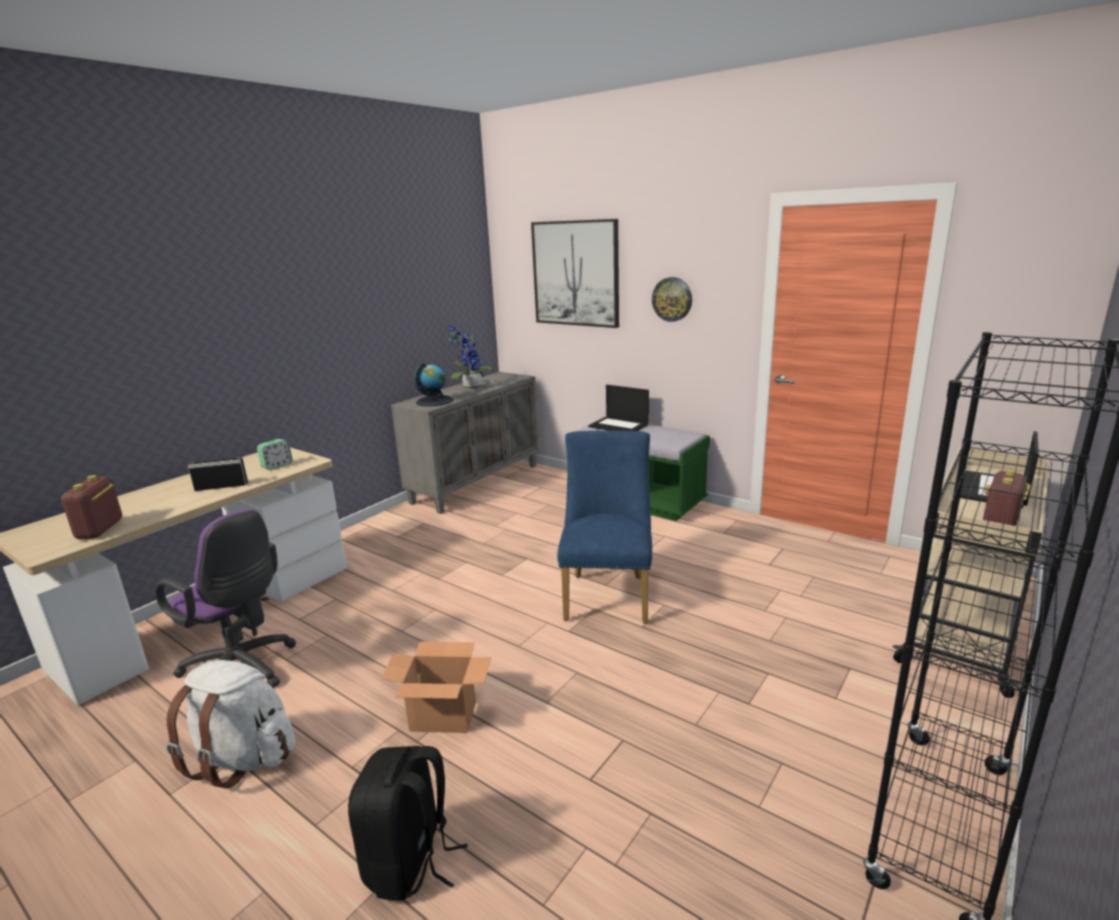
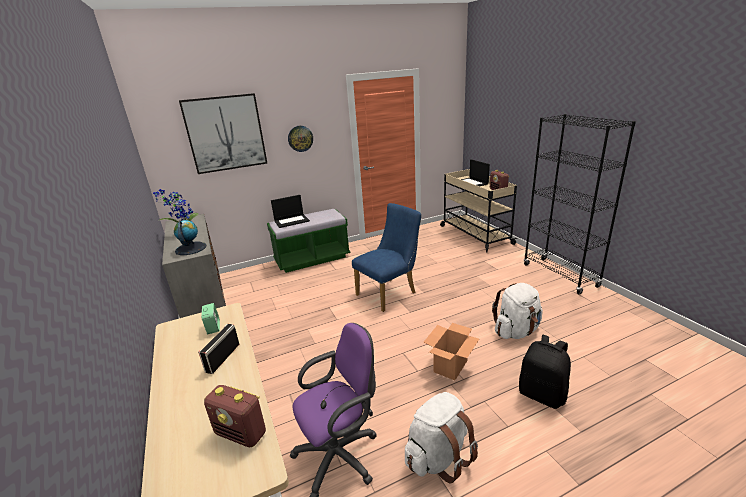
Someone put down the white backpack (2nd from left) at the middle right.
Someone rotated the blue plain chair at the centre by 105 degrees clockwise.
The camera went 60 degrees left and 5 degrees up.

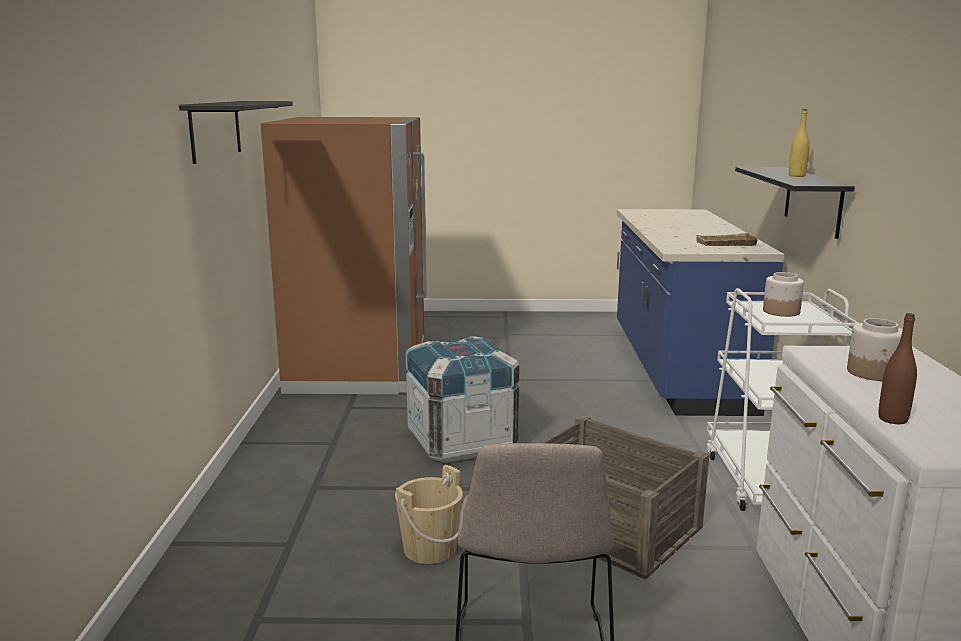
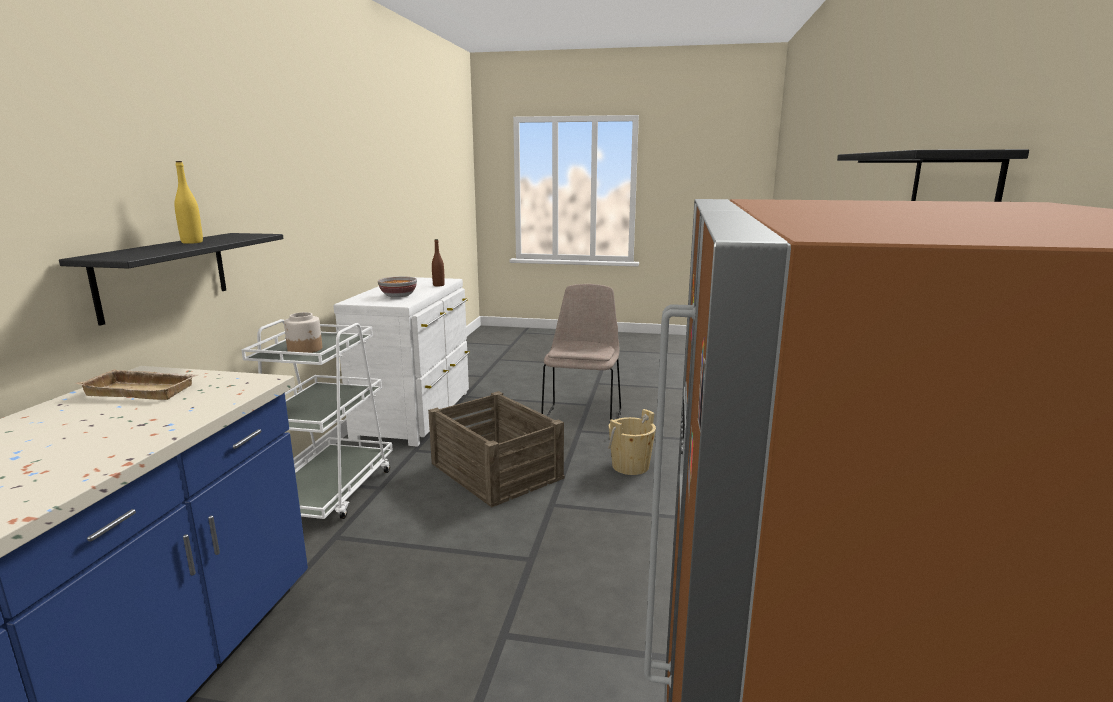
Someone took away the shipping crate (1st from left) at the centre.
Someone swapped the preserve jar (2nd from left) at the middle right for the deep dish at the centre.
The camera went 170 degrees left and 0 degrees up.

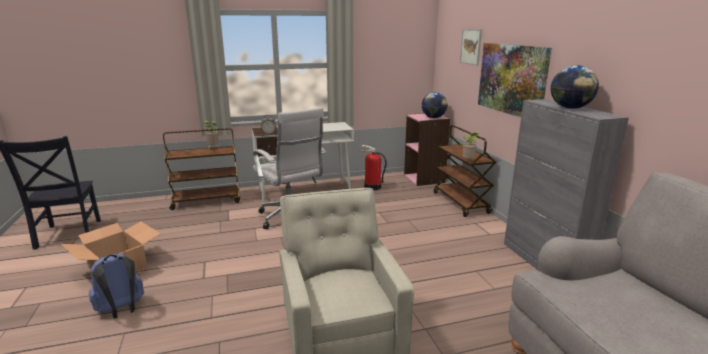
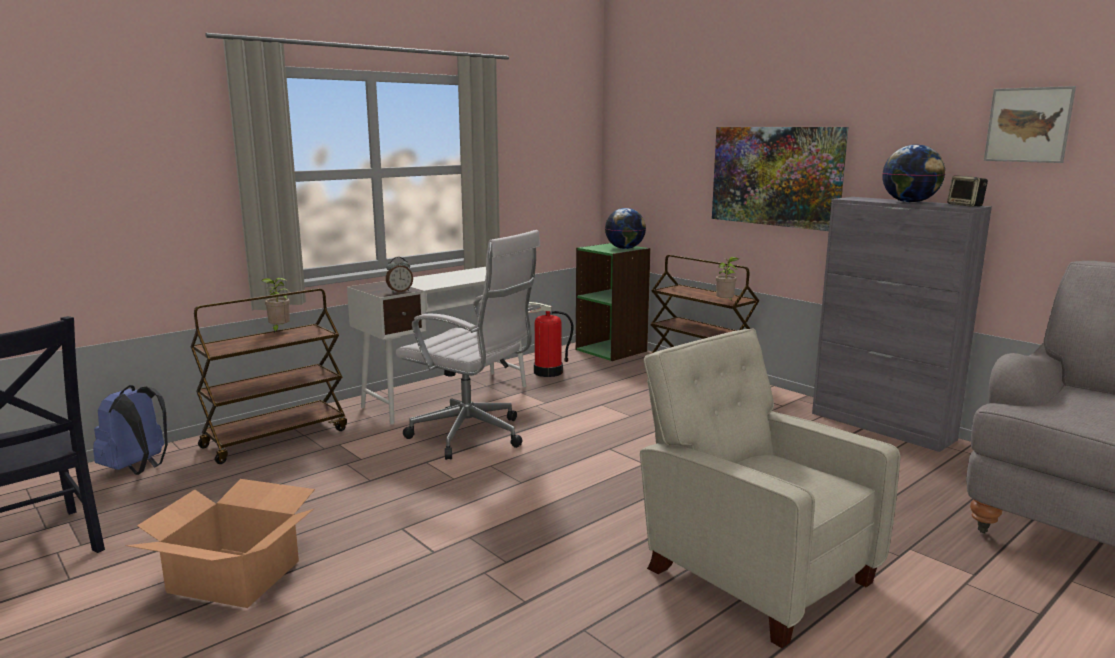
Someone put down the loudspeaker at the top right.
Someone carried the blue backpack from the bottom left to the middle left.
Someone carried the picture (1st from left in the first image) from the top centre to the top right.
Someone repainted the pink bookshelf at the centre, which became the green bookshelf at the centre.
The camera went 25 degrees left and 5 degrees down.

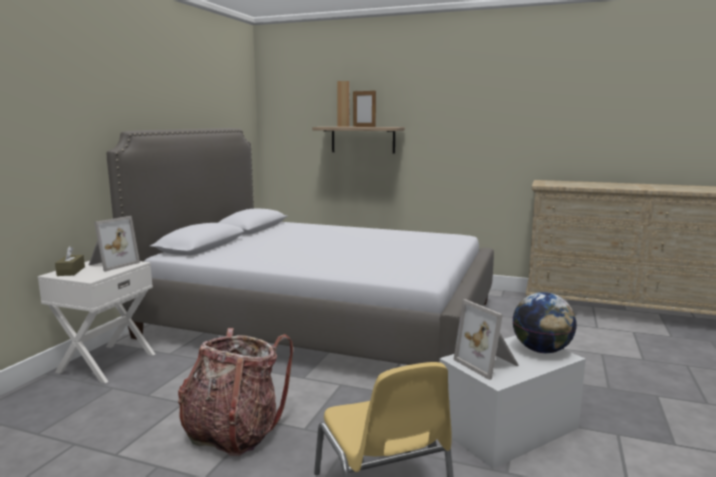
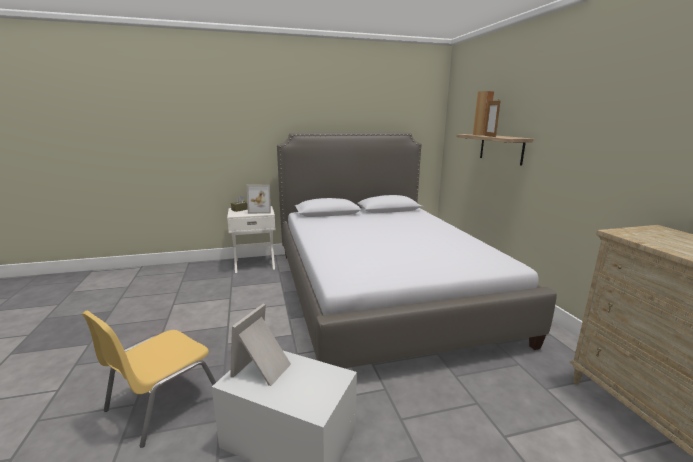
Someone took away the backpack at the bottom left.
Someone took away the globe at the bottom right.
The camera went 55 degrees right and 5 degrees up.

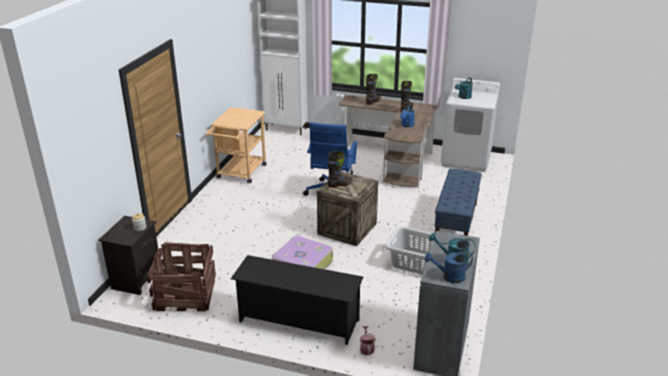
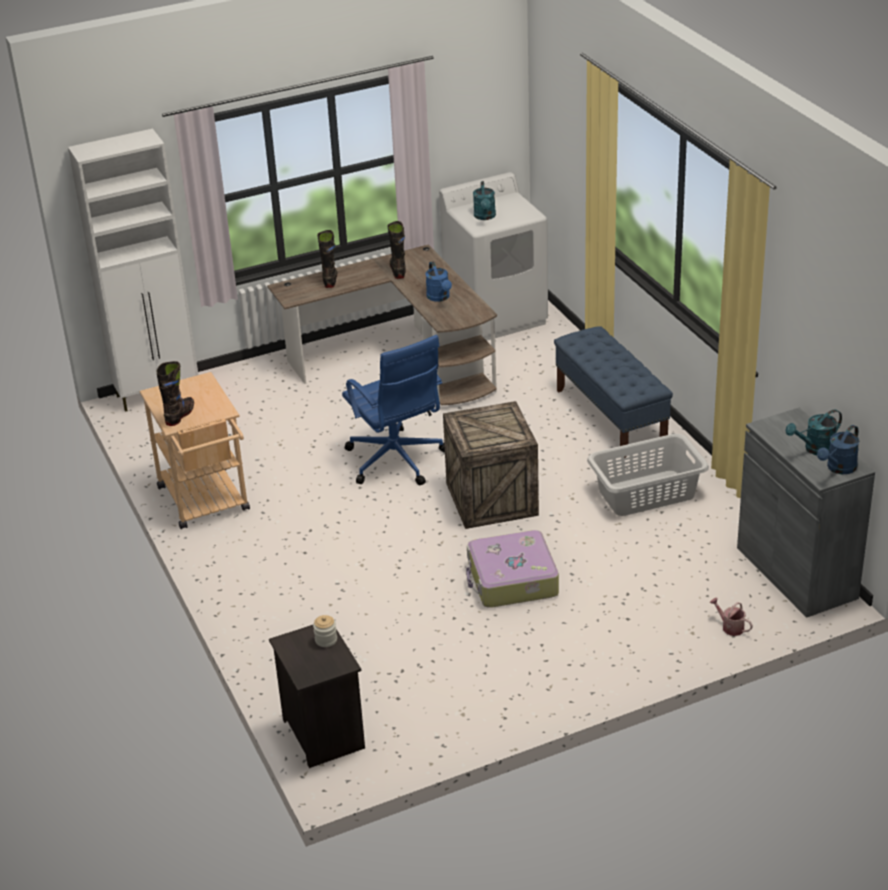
Someone took away the shipping crate (1st from left) at the bottom left.
Someone took away the blackish shoe stand at the bottom centre.
Someone carried the blackish tall boot (1st from left) from the centre to the middle left.
The camera went 40 degrees left and 5 degrees up.

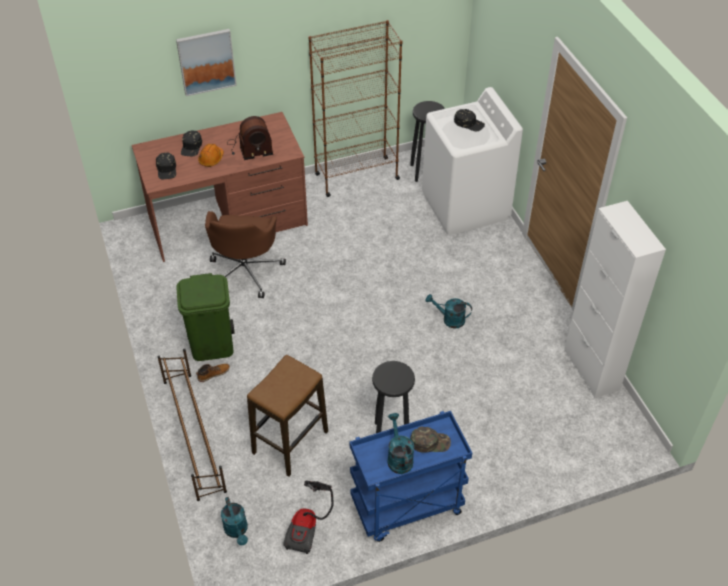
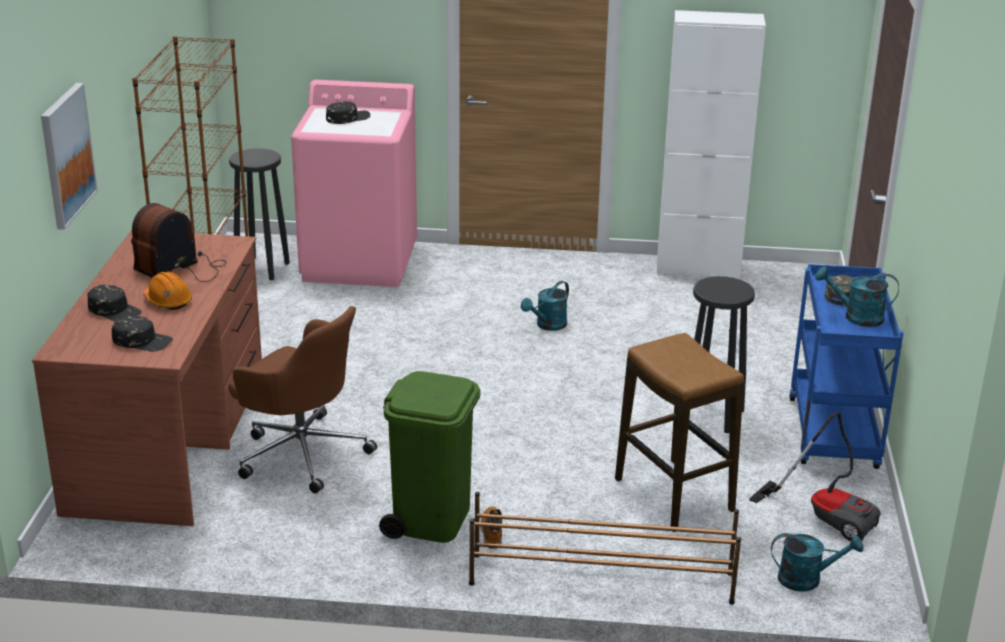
Someone repainted the white washing machine at the top centre, which became the pink washing machine at the top centre.
Someone rotated the radio set at the top centre by 150 degrees counterclockwise.
The camera went 65 degrees left and 20 degrees down.

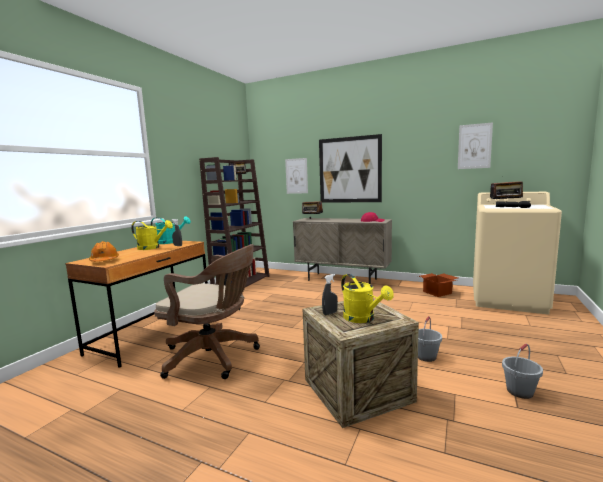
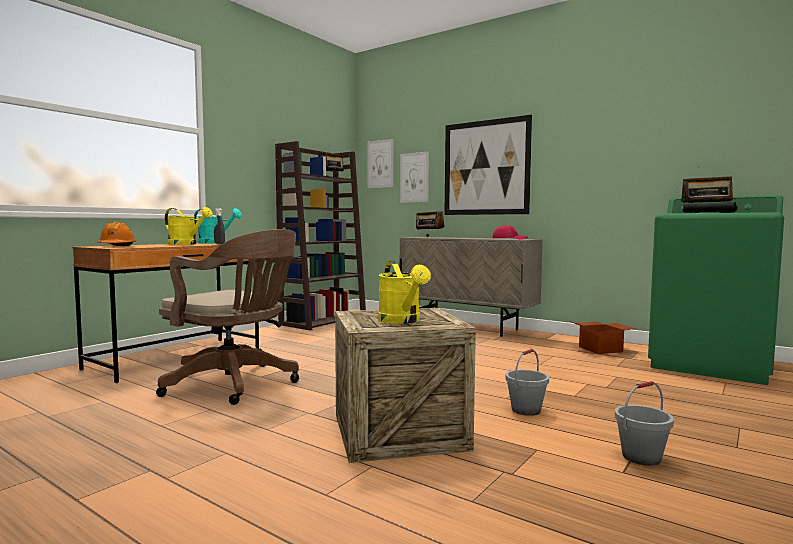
Someone took away the gray spray bottle (2nd from left) at the centre.
Someone carried the picture (3rd from left in the first image) from the top right to the top centre.
Someone repainted the sand-coloured washing machine at the middle right, which became the green washing machine at the middle right.
The camera went 10 degrees right and 5 degrees down.

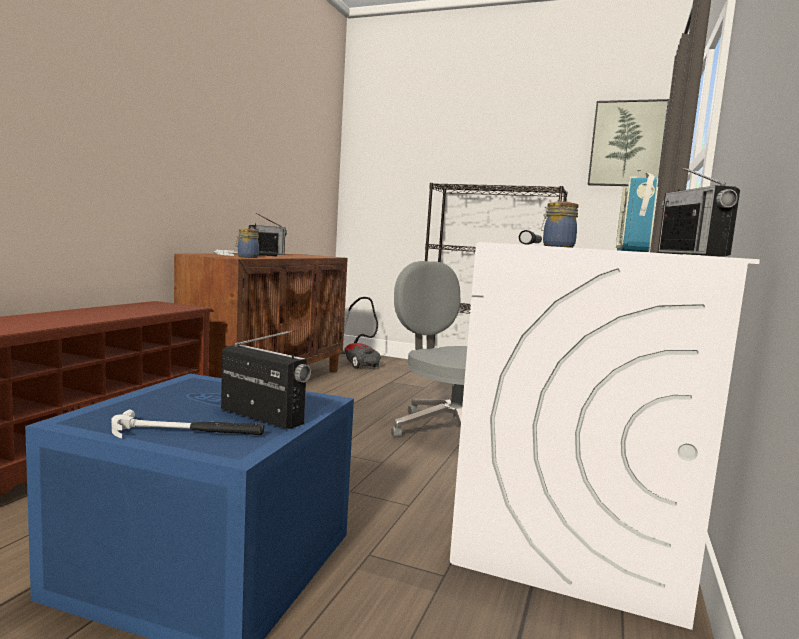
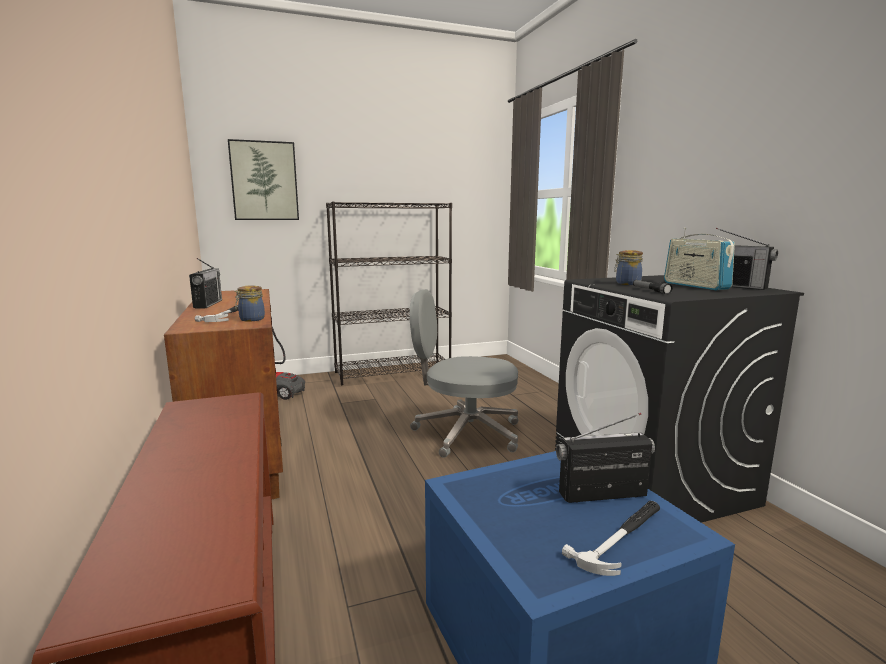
Someone carried the picture from the top right to the top left.
Someone repainted the white washing machine at the bottom right, which became the blackish washing machine at the middle right.
The camera went 40 degrees left and 5 degrees up.

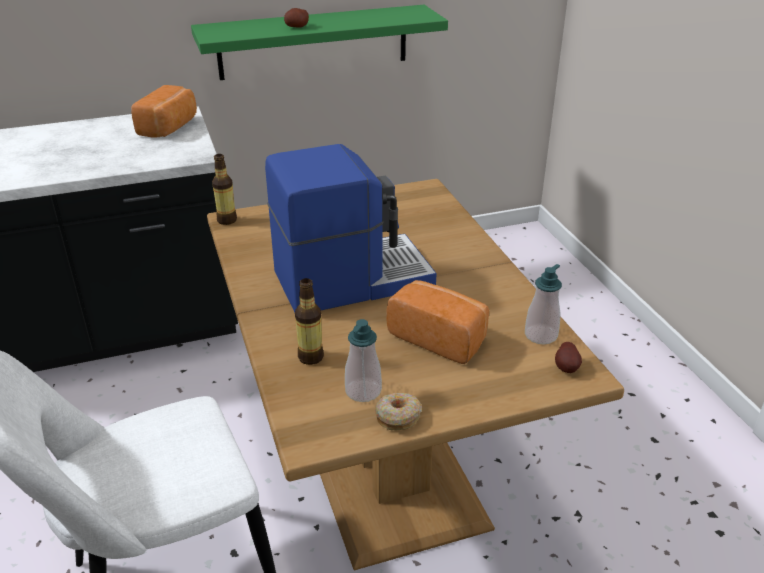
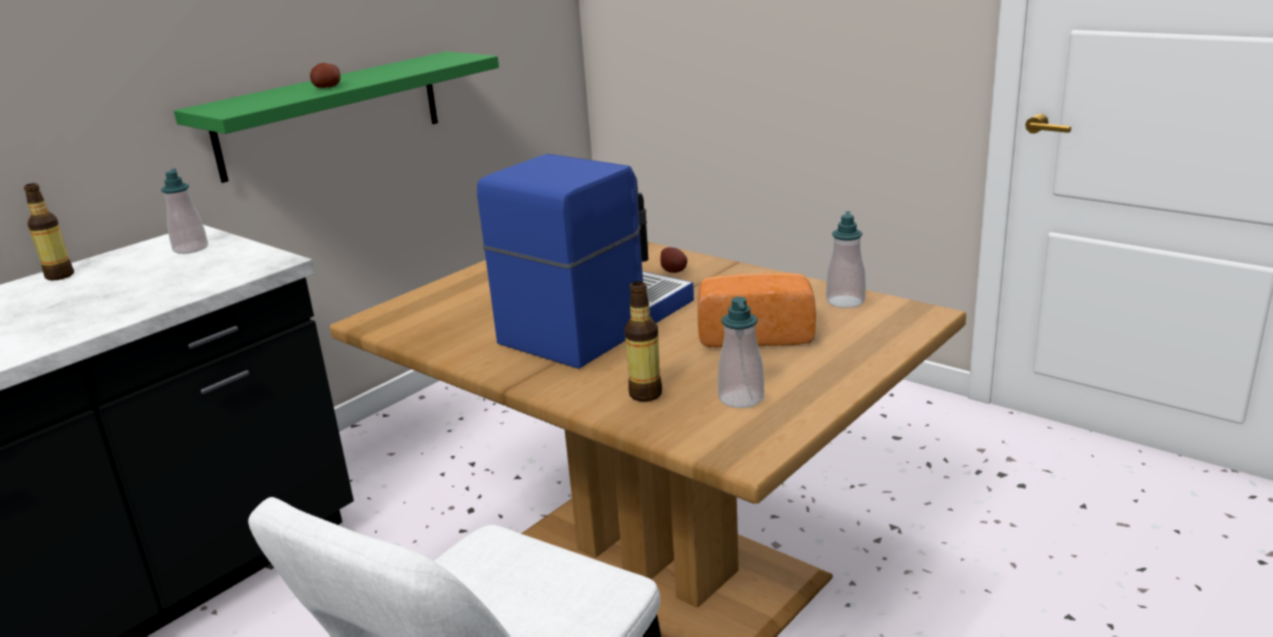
Someone took away the donut at the bottom centre.
Someone carried the bottle (1st from left) from the top left to the middle left.
Someone carried the potato (2nd from left) from the middle right to the centre.
Someone swapped the bread (1st from left) at the top left for the liquid soap bottle (1st from left) at the top left.
The camera went 30 degrees left and 10 degrees down.

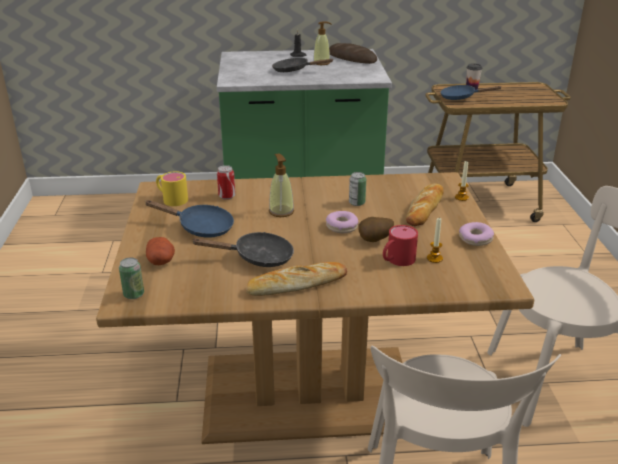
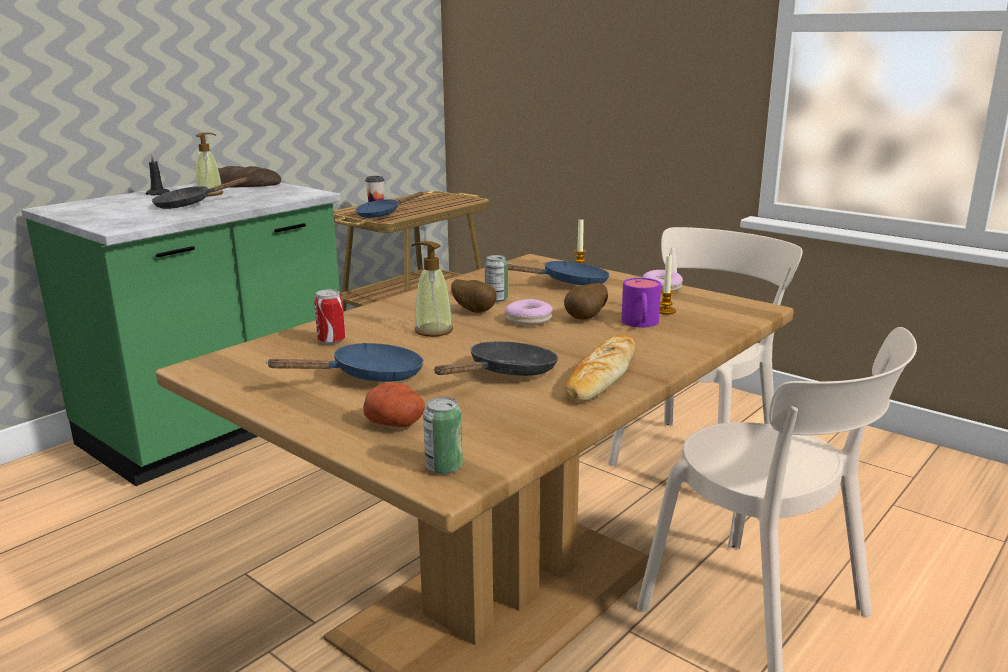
Someone took away the yellow coffee mug at the middle left.
Someone put down the potato (2nd from left) at the centre.
Someone swapped the bread (3rd from left) at the middle right for the blue skillet (3rd from left) at the centre.
Someone repainted the red coffee mug at the centre, which became the purple coffee mug at the centre.
The camera went 45 degrees left and 10 degrees down.

